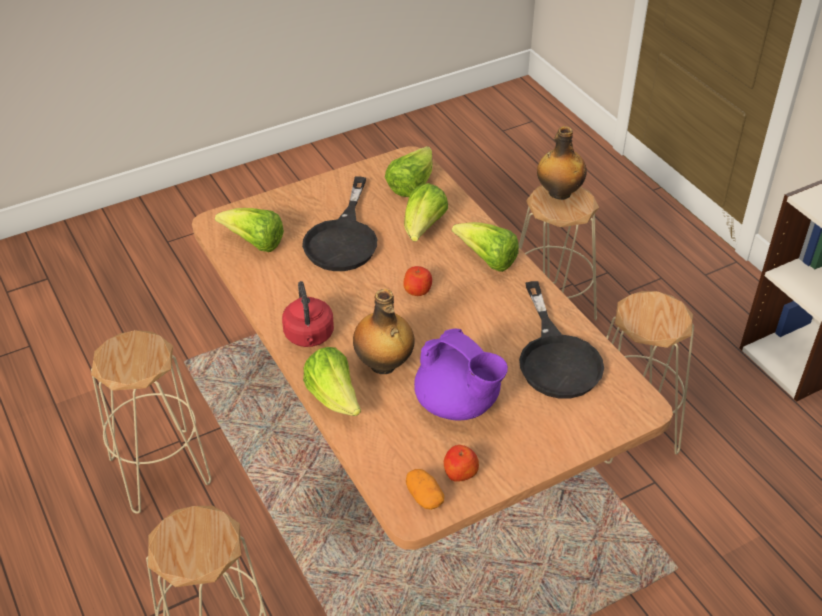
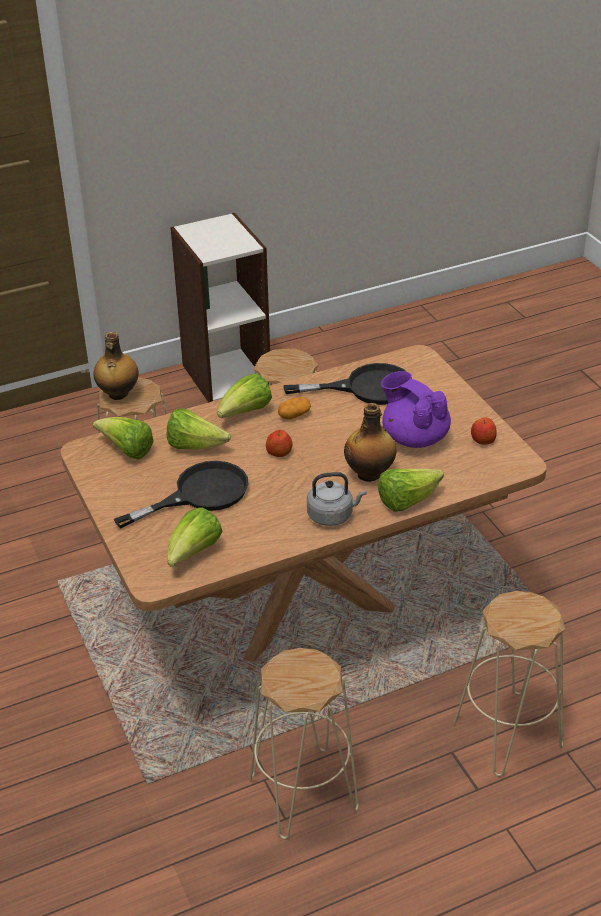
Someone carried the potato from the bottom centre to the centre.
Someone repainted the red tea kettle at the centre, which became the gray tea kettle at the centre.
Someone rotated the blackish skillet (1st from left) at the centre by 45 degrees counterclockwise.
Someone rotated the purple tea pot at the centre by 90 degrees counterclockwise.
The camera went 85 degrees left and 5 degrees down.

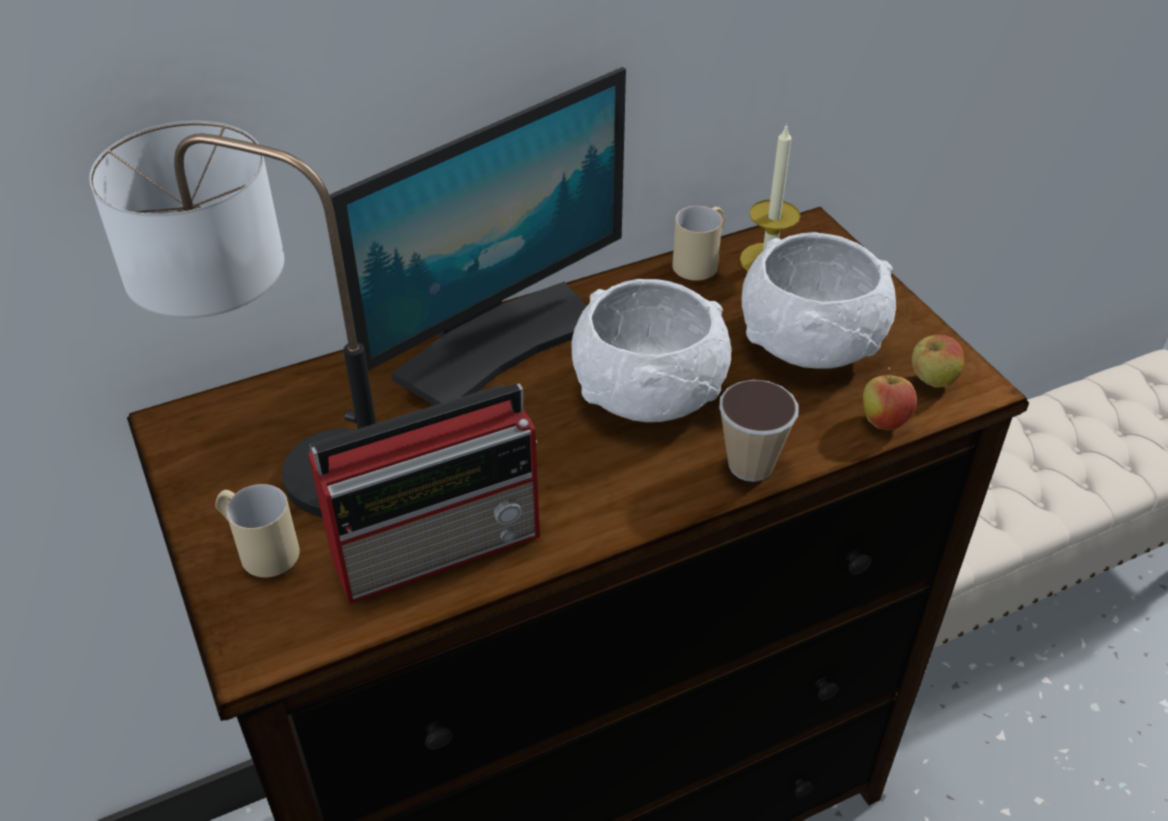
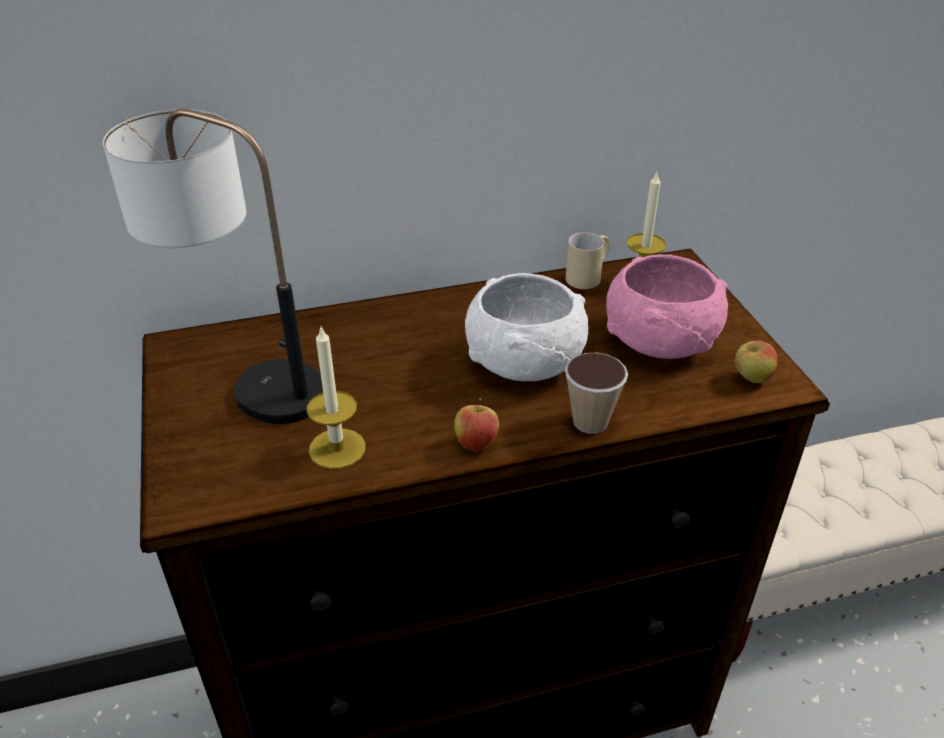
Someone took away the sand-coloured coffee mug (1st from left) at the middle left.
Someone took away the computer display at the top centre.
Someone carried the apple fruit (1st from left) from the middle right to the centre.
Someone swapped the radio set at the centre for the candle (1st from left) at the centre.
Someone repainted the white deep dish (2nd from left) at the middle right, which became the pink deep dish at the middle right.
The camera went 10 degrees right and 5 degrees down.

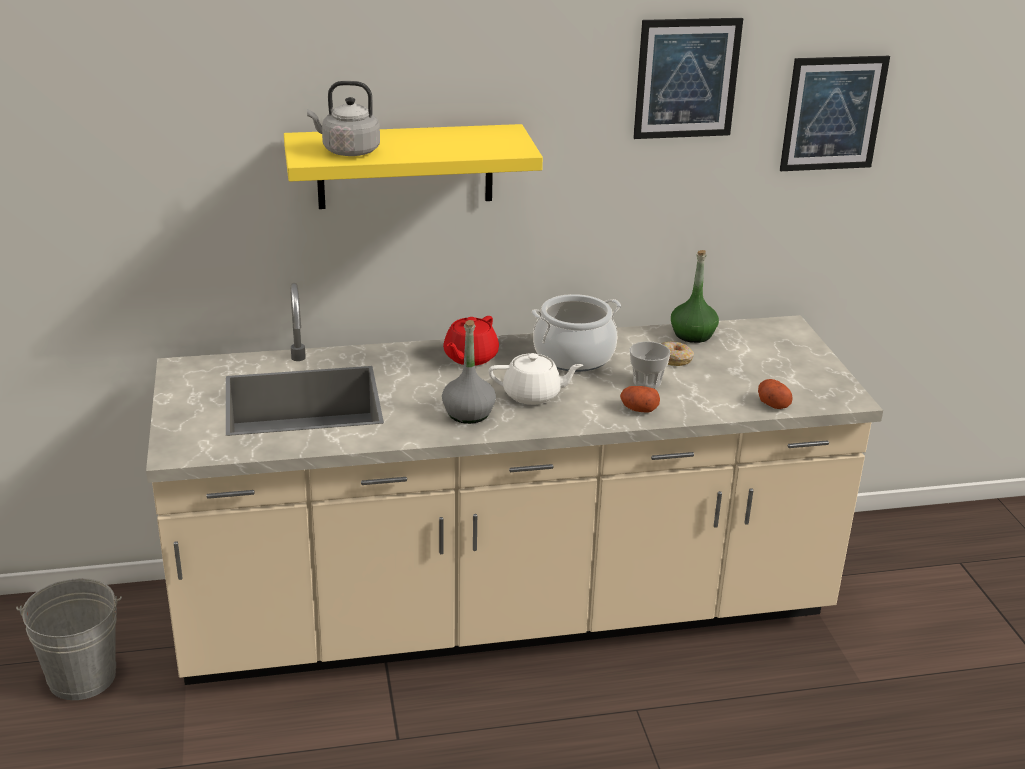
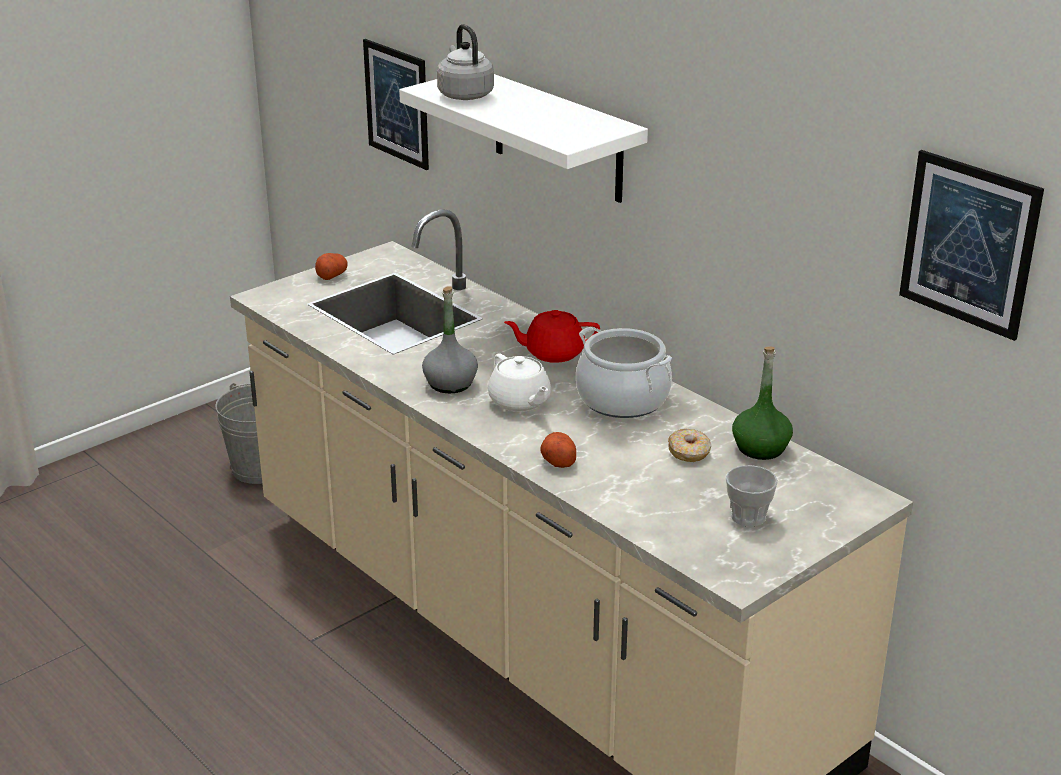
Someone carried the cup from the centre to the middle right.
Someone carried the picture (1st from left) from the top right to the top centre.
Someone carried the potato (2nd from left in the first image) from the middle right to the middle left.
Someone repainted the yellow shelf at the top centre, which became the white shelf at the top centre.
The camera went 60 degrees right and 0 degrees up.

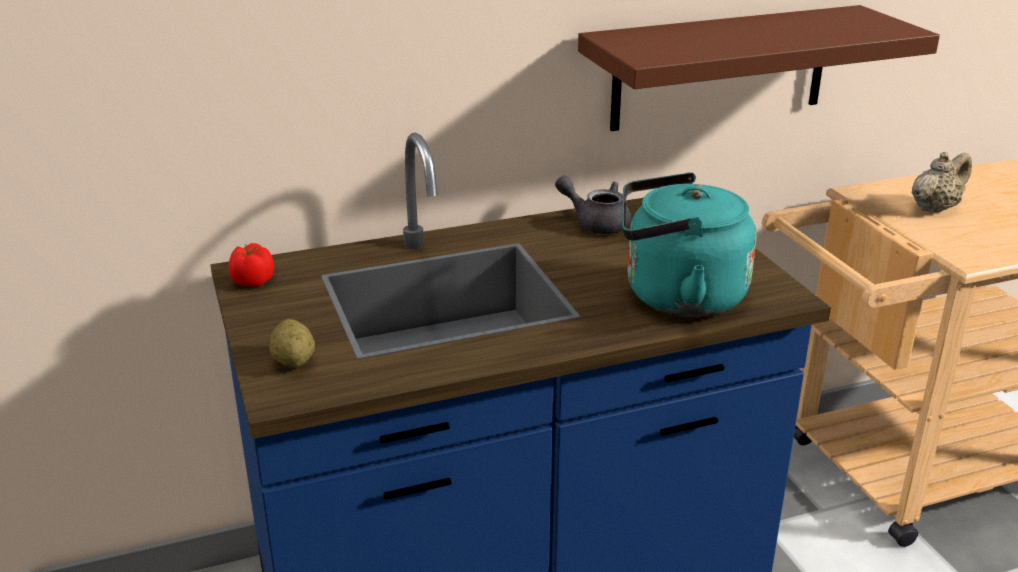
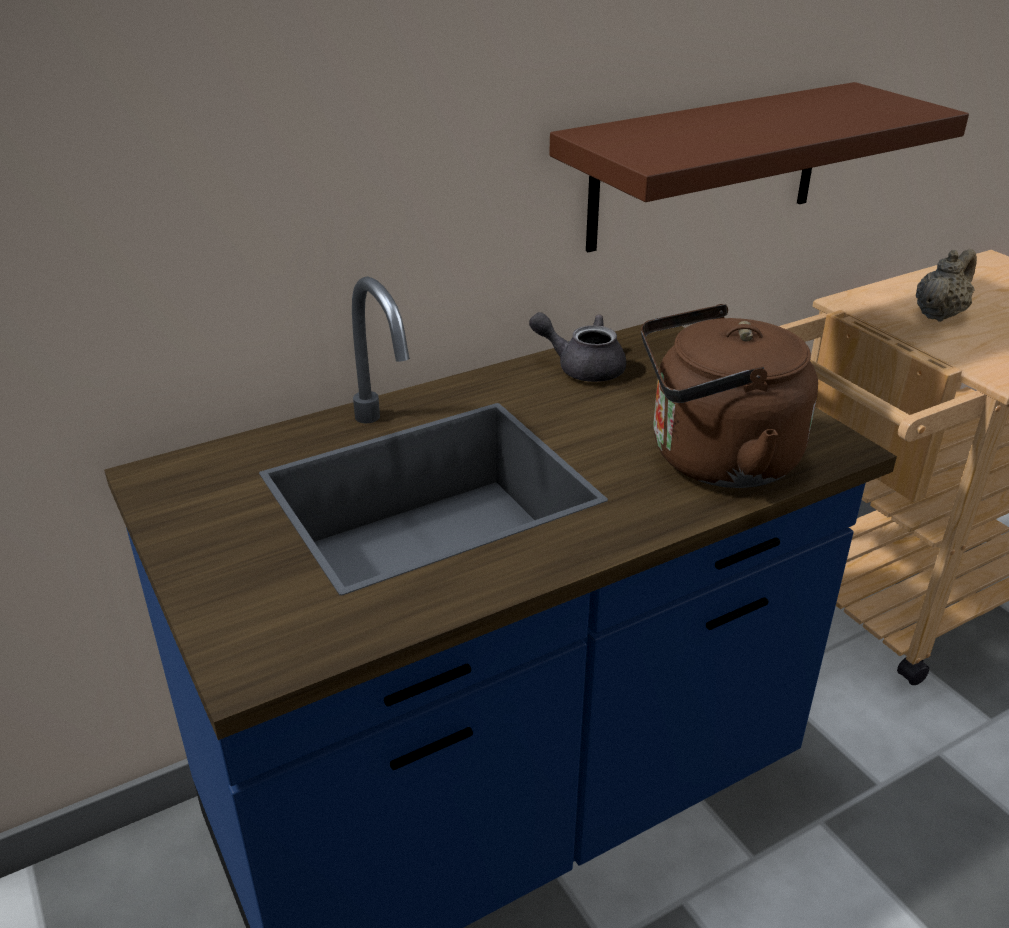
Someone took away the whole tomato at the middle left.
Someone took away the potato at the middle left.
Someone repainted the turquoise tea kettle at the middle right, which became the brownish tea kettle at the middle right.
The camera went 10 degrees left and 5 degrees up.

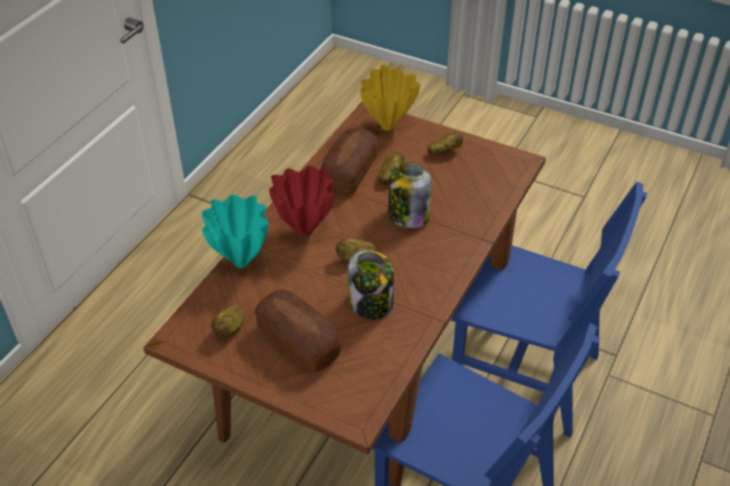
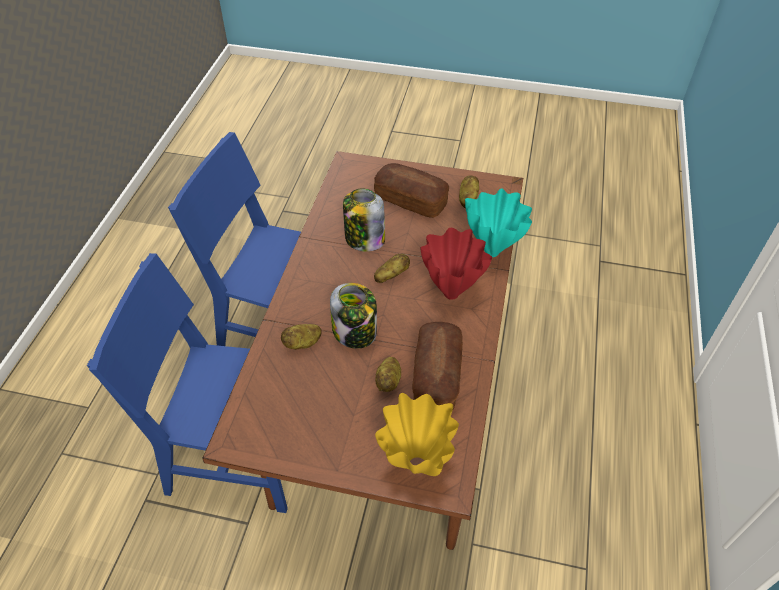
Someone carried the potato (4th from left in the first image) from the top centre to the centre.
The camera went 165 degrees right and 5 degrees up.

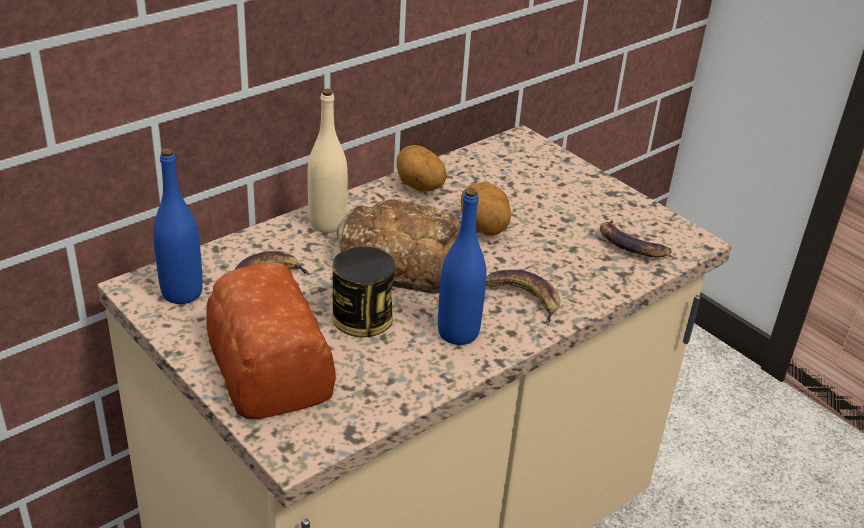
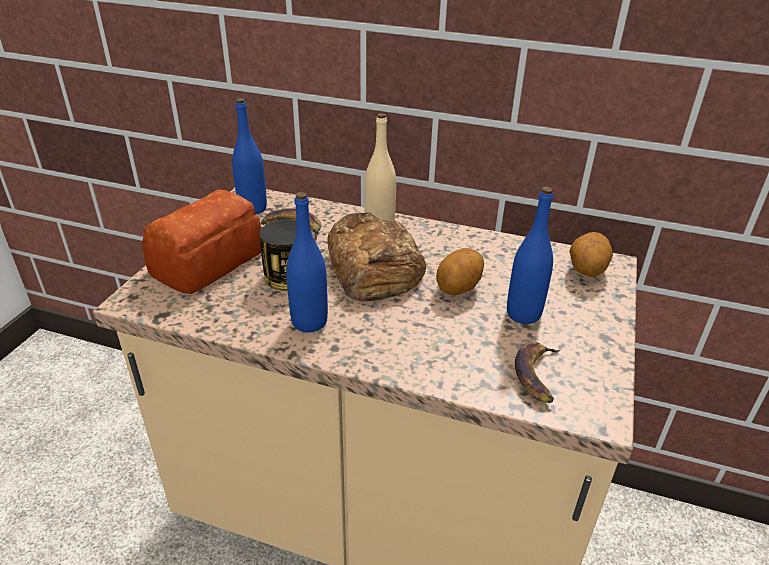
Someone took away the banana fruit (2nd from left) at the centre.
Someone put down the blue bottle (3rd from left) at the middle right.
Someone carried the potato (1st from left in the first image) from the top centre to the middle right.
The camera went 60 degrees right and 0 degrees up.

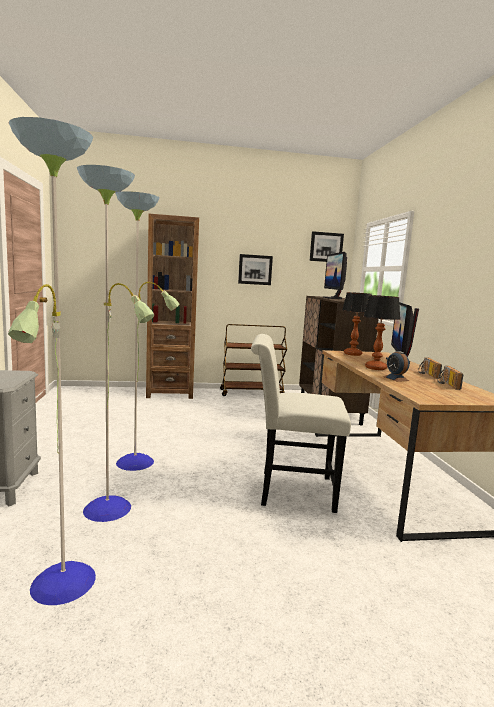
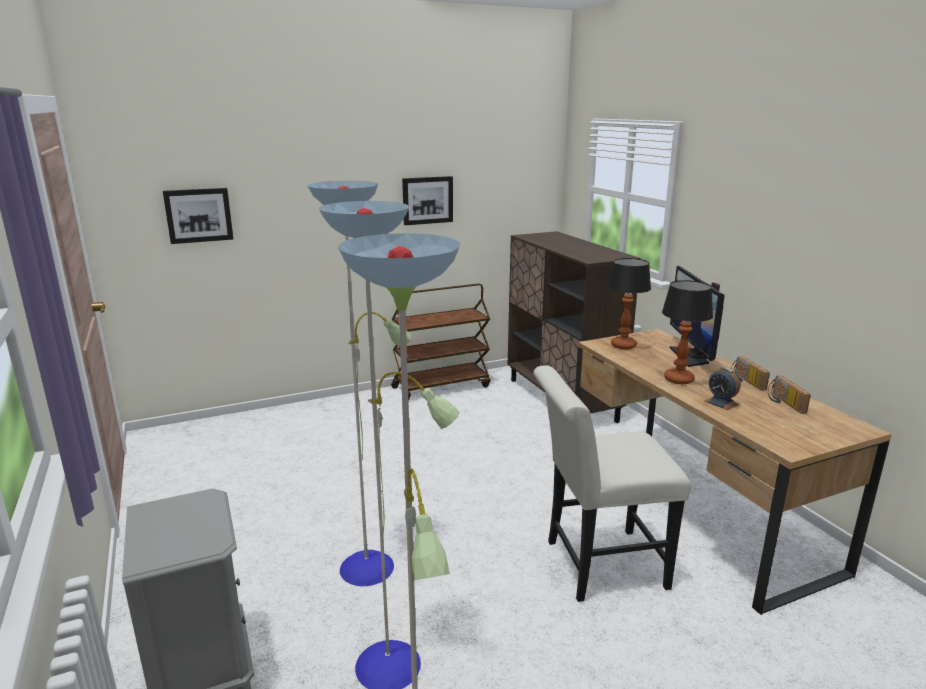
Someone took away the brownish bookshelf at the centre.
Someone took away the computer display (1st from left) at the middle right.
Someone carried the picture (2nd from left in the first image) from the centre to the top left.
The camera went 15 degrees left and 10 degrees up.

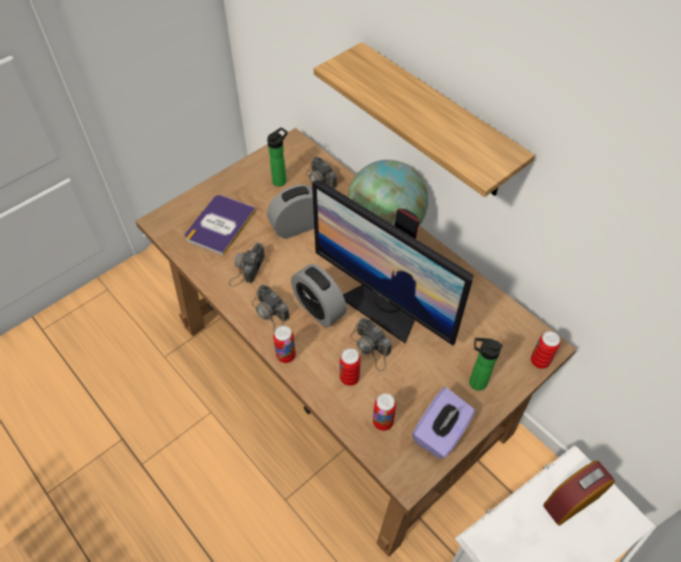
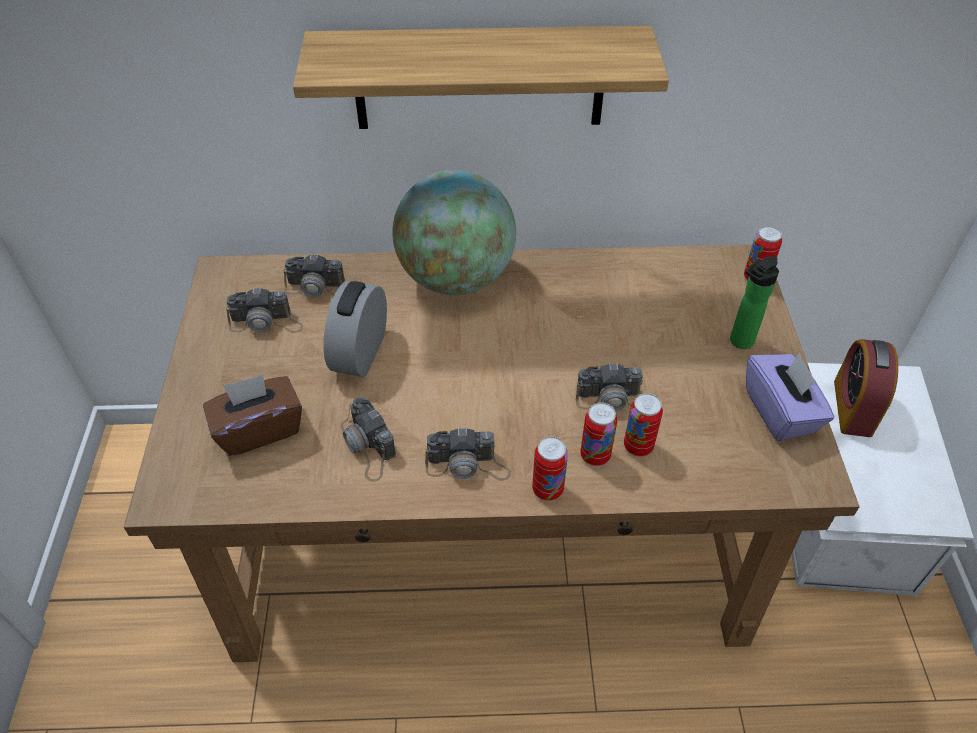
Someone took away the alarm clock (2nd from left) at the centre.
Someone took away the computer display at the centre.
Someone carried the can (3rd from left in the first image) from the bottom centre to the centre.
Someone swapped the book at the middle left for the brownish tissue box at the middle left.
Someone swapped the bottle (1st from left) at the top centre for the photo camera (1st from left) at the middle left.
The camera went 50 degrees left and 5 degrees down.

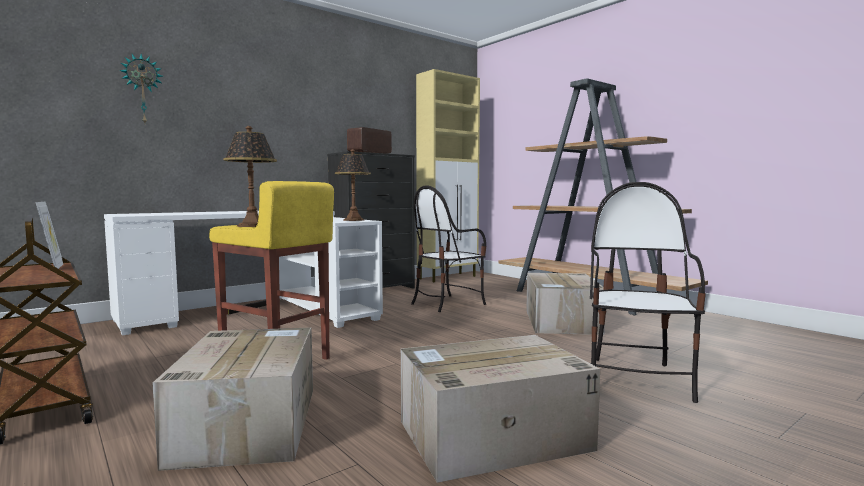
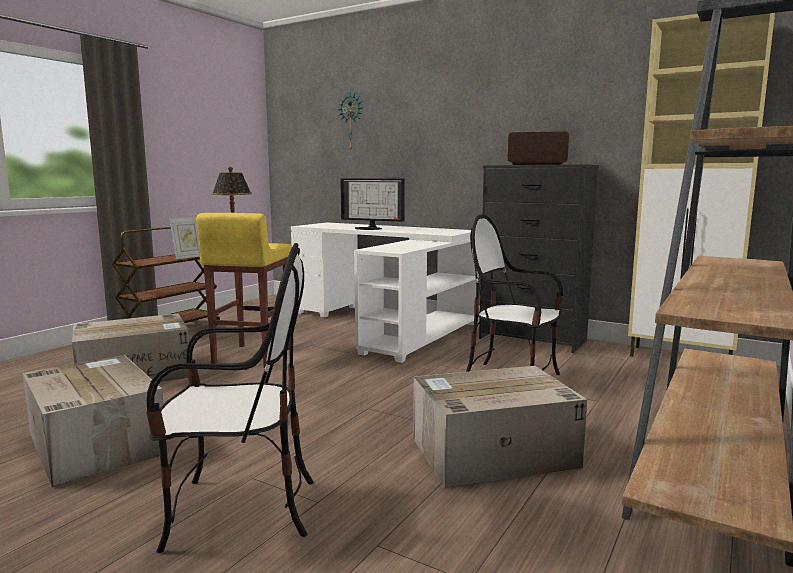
Someone took away the tabletop lamp (2nd from left) at the centre.
Someone put down the computer display at the centre.
The camera went 70 degrees right and 5 degrees up.

